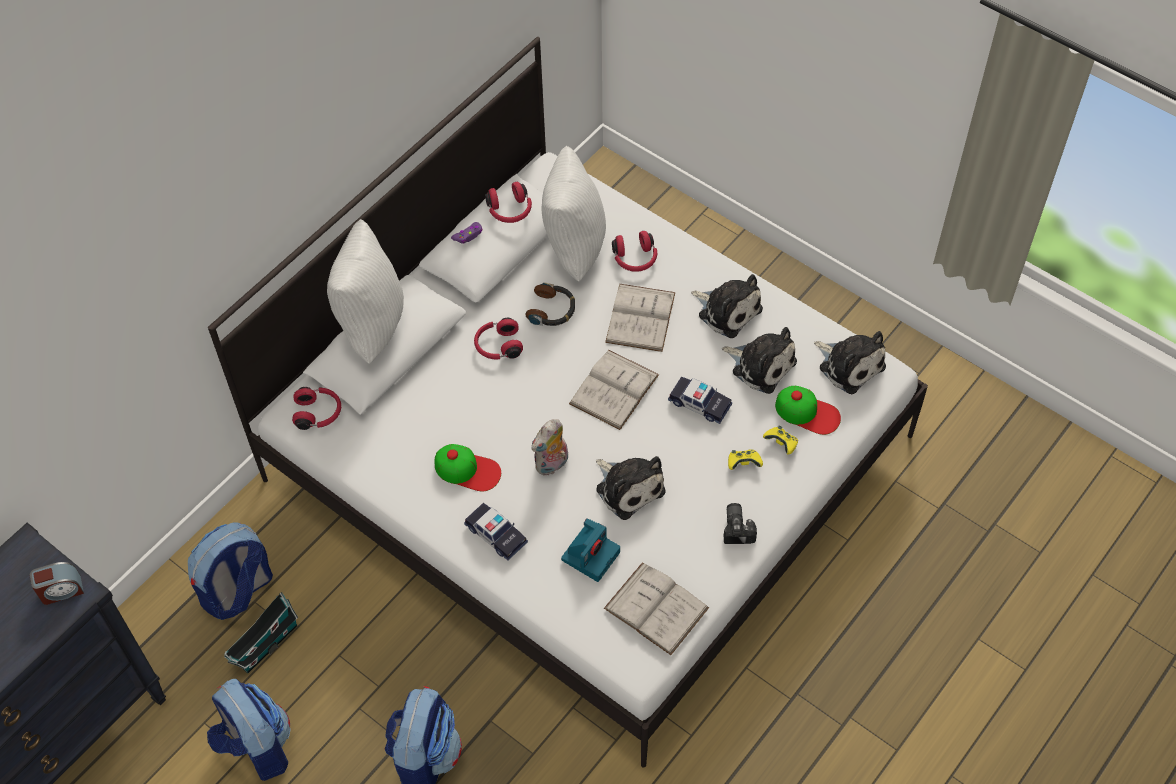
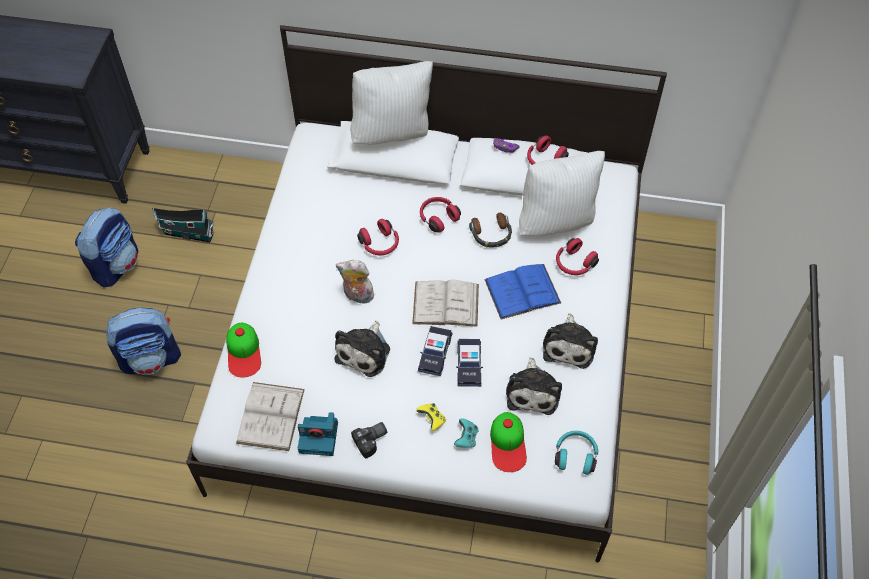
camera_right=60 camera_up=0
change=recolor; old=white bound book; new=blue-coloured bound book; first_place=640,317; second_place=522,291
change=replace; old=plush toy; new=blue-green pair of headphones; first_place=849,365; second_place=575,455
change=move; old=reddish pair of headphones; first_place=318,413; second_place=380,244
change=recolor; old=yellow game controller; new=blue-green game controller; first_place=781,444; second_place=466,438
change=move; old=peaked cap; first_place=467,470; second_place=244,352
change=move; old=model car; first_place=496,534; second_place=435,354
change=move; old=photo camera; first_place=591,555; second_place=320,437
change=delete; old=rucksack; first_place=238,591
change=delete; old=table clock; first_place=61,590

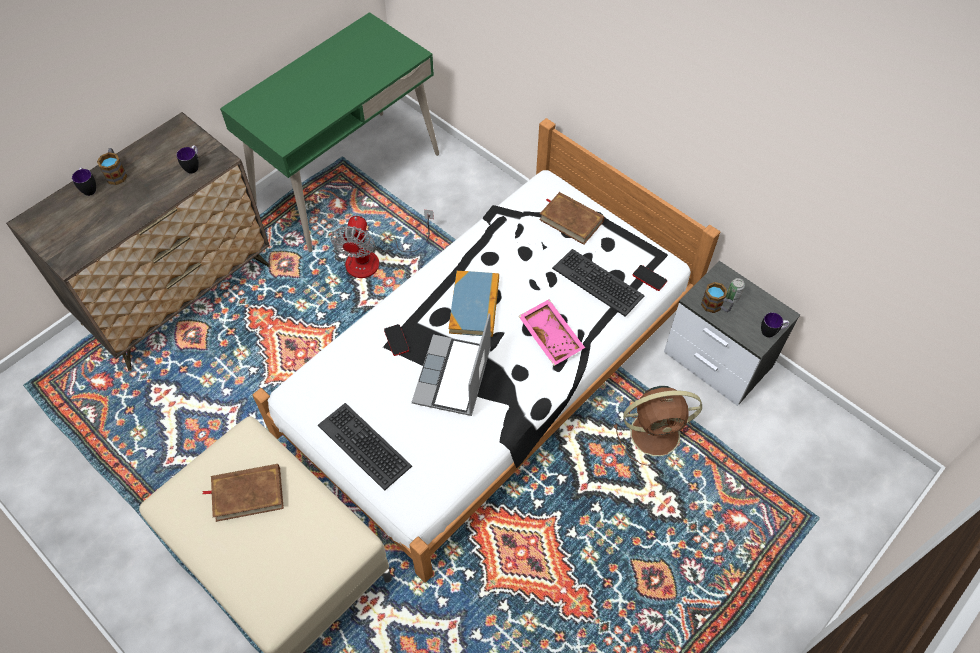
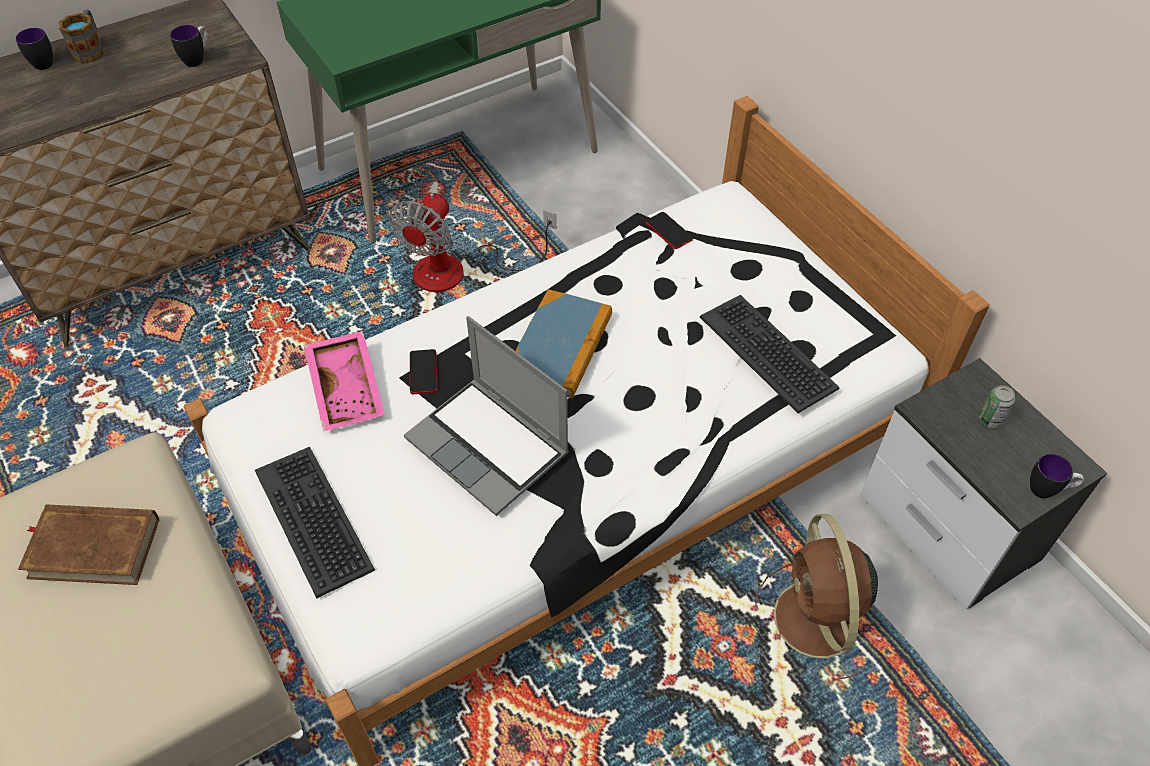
camera_right=15 camera_up=-5
change=delete; old=brown bound book; first_place=571,220
change=move; old=telephone; first_place=649,278; second_place=669,231
change=delete; old=tea mug; first_place=715,306
change=move; old=pink serving tray; first_place=552,336; second_place=348,388
change=rotate; old=portable computer; first_place=453,377; second_place=490,447; degrees=-75
change=rotate; old=brown cooling fan; first_place=657,434; second_place=816,623; degrees=75

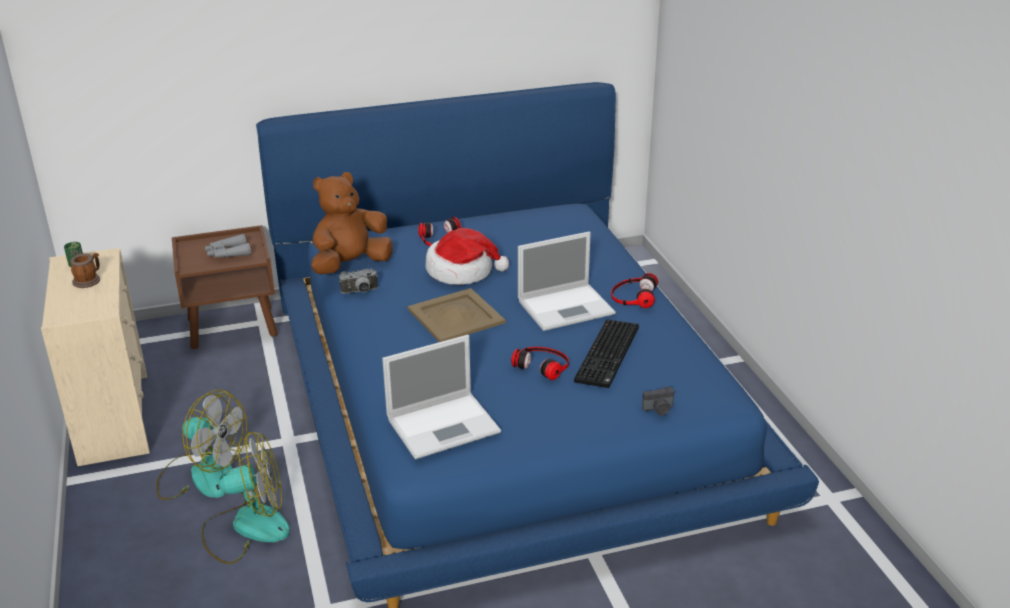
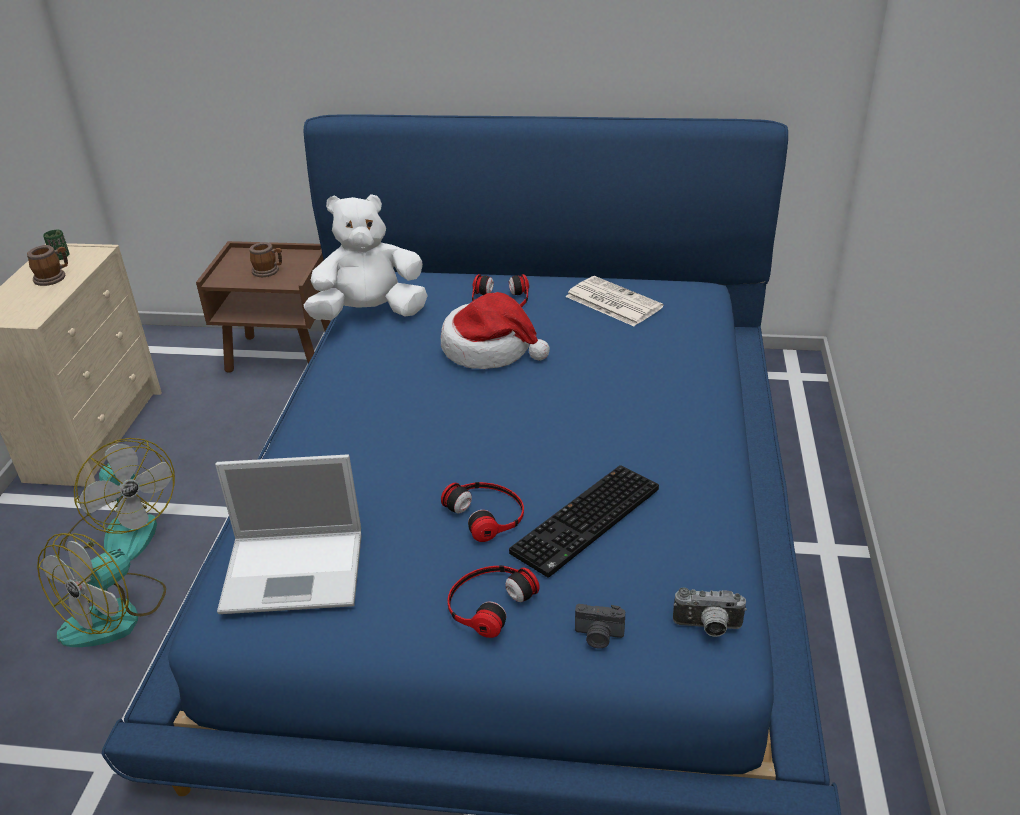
camera_right=25 camera_up=5
change=recolor; old=brown plush toy; new=white plush toy; first_place=350,265; second_place=370,313
change=delete; old=portable computer; first_place=567,307
change=replace; old=gray binoculars; new=tea mug; first_place=227,253; second_place=268,271
change=move; old=photo camera; first_place=360,292; second_place=707,628
change=move; old=pair of headphones; first_place=633,296; second_place=488,602
change=delete; old=beige-coloured serving tray; first_place=455,316
change=rotate; old=cooling fan; first_place=246,527; second_place=115,614; degrees=105
change=insert; new=printed paper; second_place=612,302

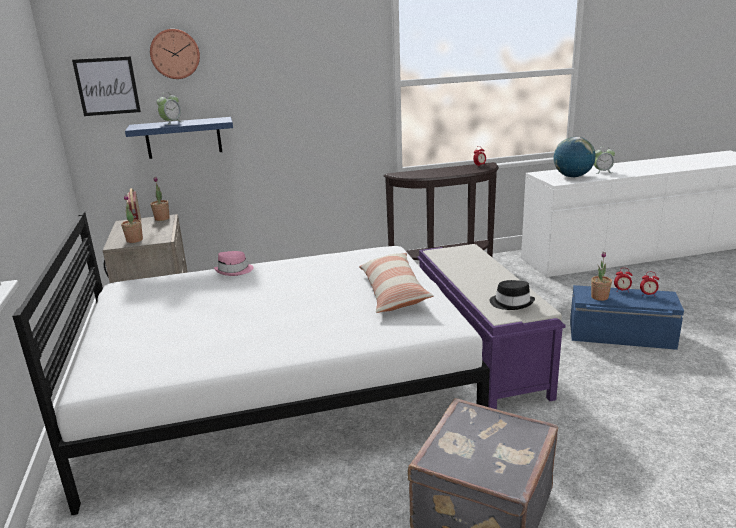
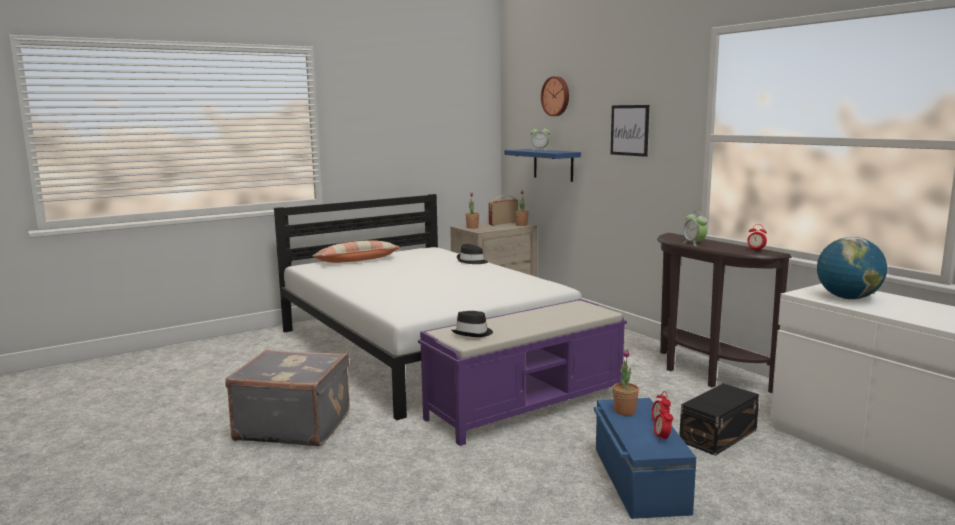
camera_right=70 camera_up=-10
change=move; old=picture; first_place=107,86; second_place=629,130
change=move; old=table clock; first_place=602,172; second_place=694,243
change=recolor; old=pink clothing hat; new=blackish clothing hat; first_place=234,271; second_place=472,261
change=move; old=cushion; first_place=393,292; second_place=356,261
change=insert; new=blackish storage box; second_place=716,435

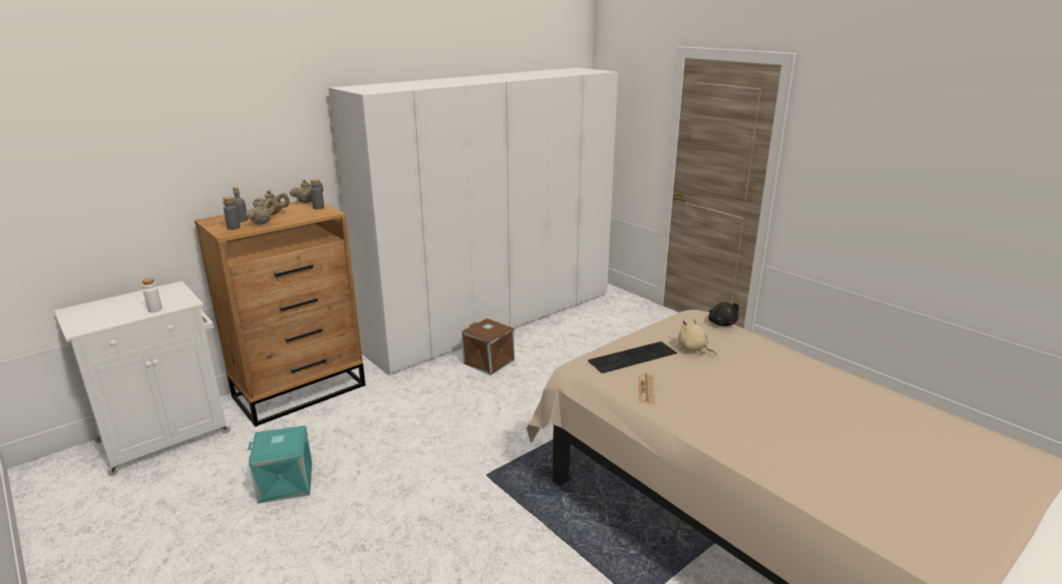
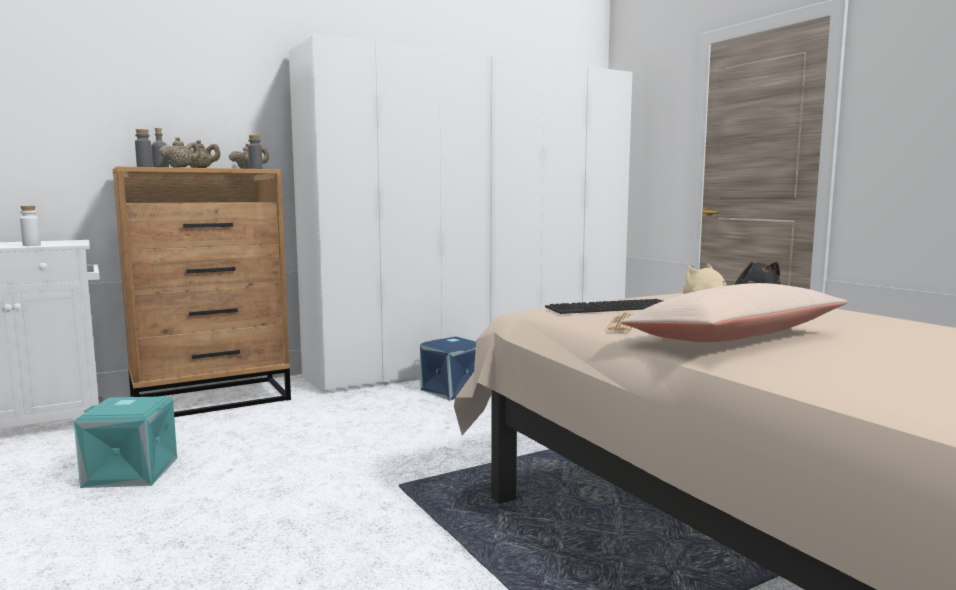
camera_right=10 camera_up=-15
change=recolor; old=brown storage box; new=blue-coloured storage box; first_place=489,362; second_place=454,390
change=insert; new=beige-coloured cushion; second_place=734,337

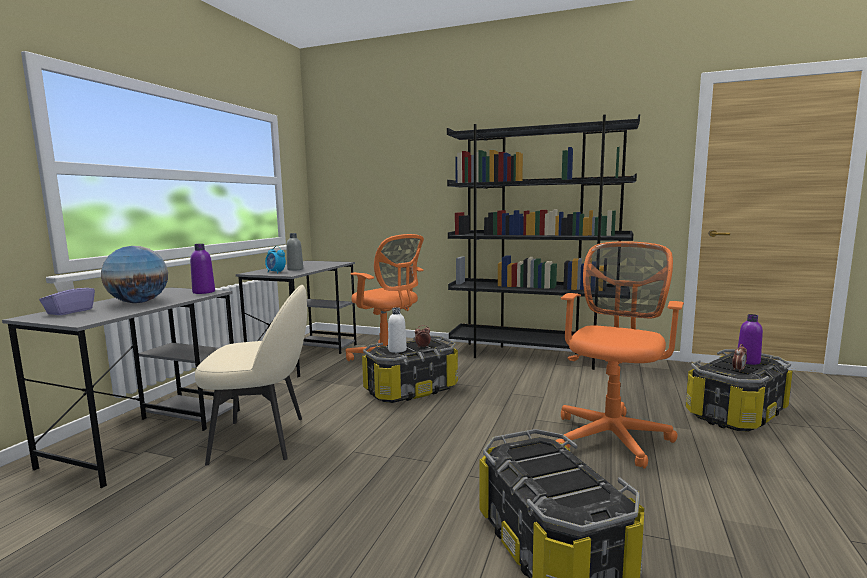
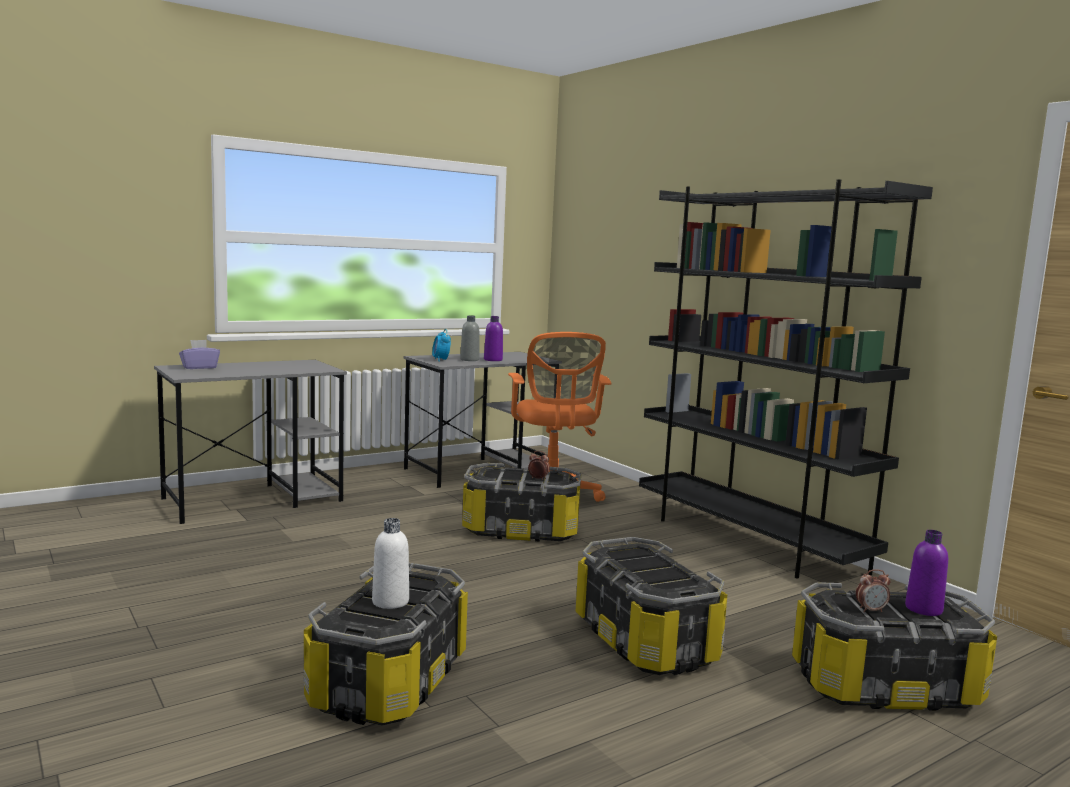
camera_right=35 camera_up=0
change=replace; old=orangey computer chair; new=storage box; first_place=612,435; second_place=646,641
change=move; old=purplish beverage bottle; first_place=204,292; second_place=493,360
change=delete; old=desk globe; first_place=138,302
change=delete; old=beige-coloured plain chair; first_place=262,439
change=move; old=white beverage bottle; first_place=397,350; second_place=390,601

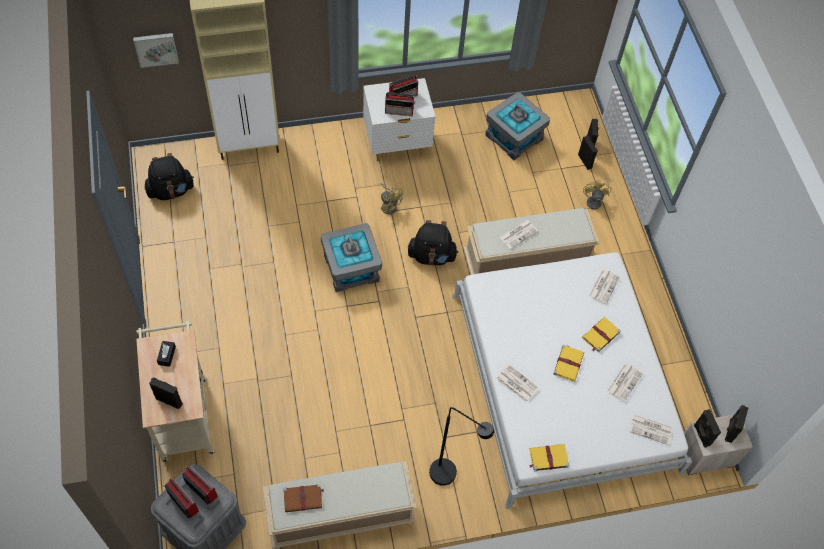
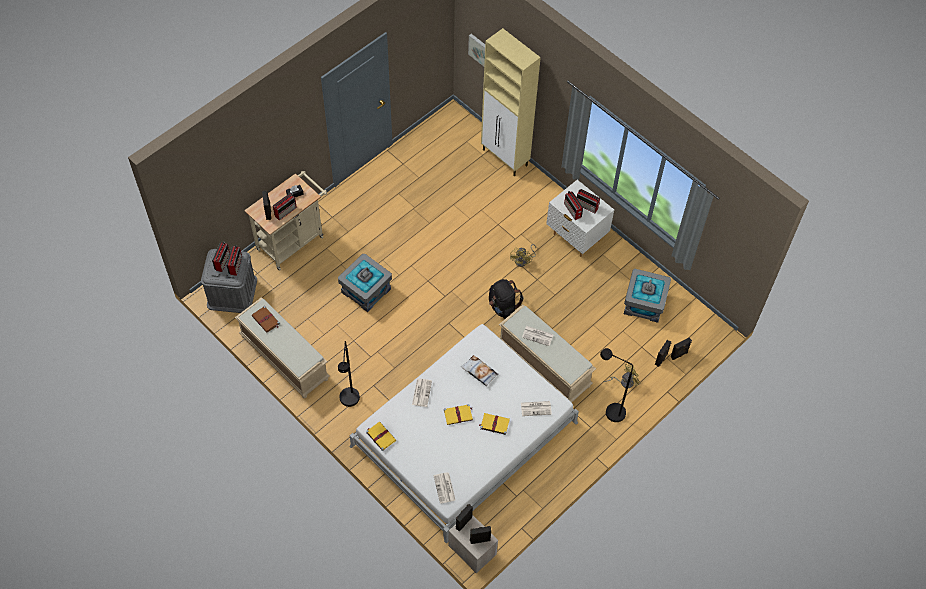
camera_right=60 camera_up=0
change=delete; old=blackish rucksack; first_place=171,190
change=move; old=gray storage box; first_place=351,268; second_place=366,290
change=delete; old=printed paper; first_place=624,382
change=insert; new=radio; second_place=286,211
change=insert; new=blackish standing lamp; second_place=609,411
change=insert; new=cushion; second_place=479,372

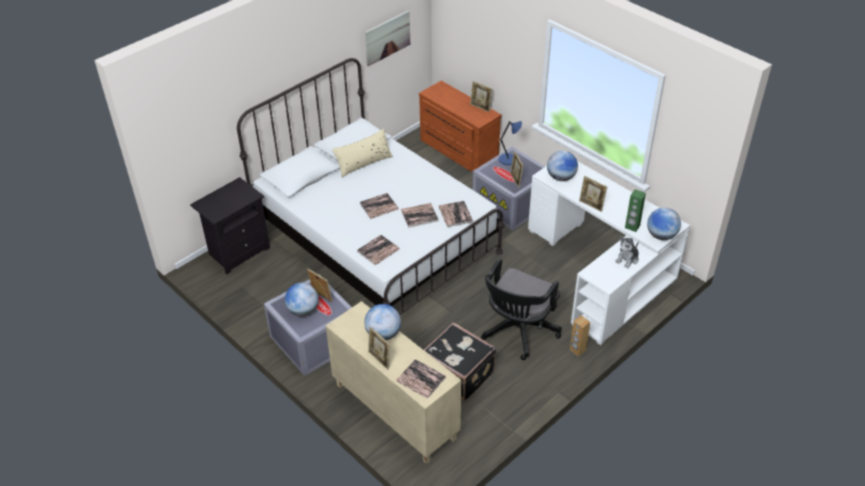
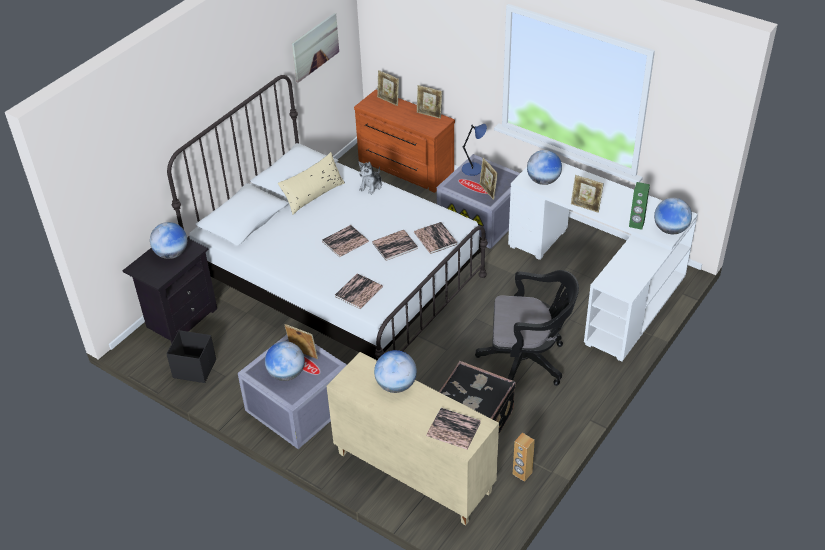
camera_right=-10 camera_up=0
change=move; old=plush toy; first_place=627,259; second_place=371,186
change=rotate; old=blackish computer chair; first_place=517,332; second_place=527,361; degrees=-105
change=move; old=brown loudspeaker; first_place=577,350; second_place=522,473
change=move; old=photo frame; first_place=379,360; second_place=388,101
change=insert; new=desk globe; second_place=171,254
change=insert; new=blackish storage box; second_place=194,368

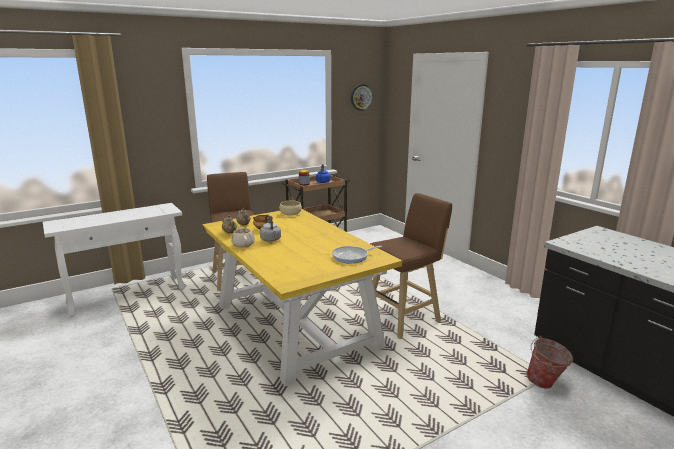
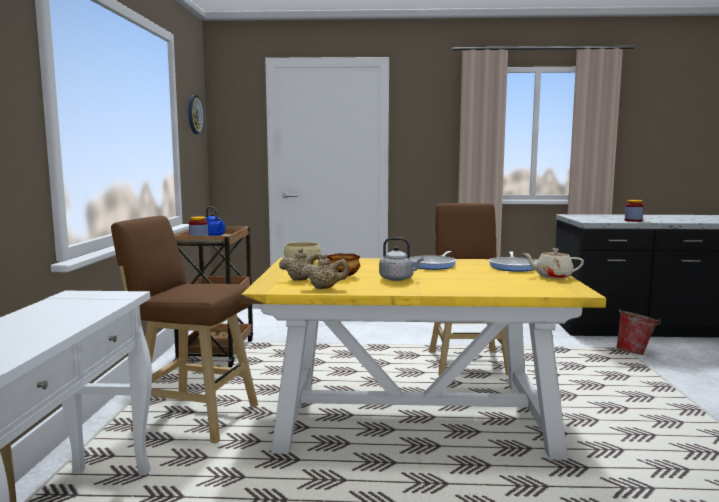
camera_right=-55 camera_up=-10
change=move; old=beige-coloured teapot; first_place=243,244; second_place=552,276
change=insert; new=preserve jar; second_place=633,220
change=insert; new=pan; second_place=434,265

